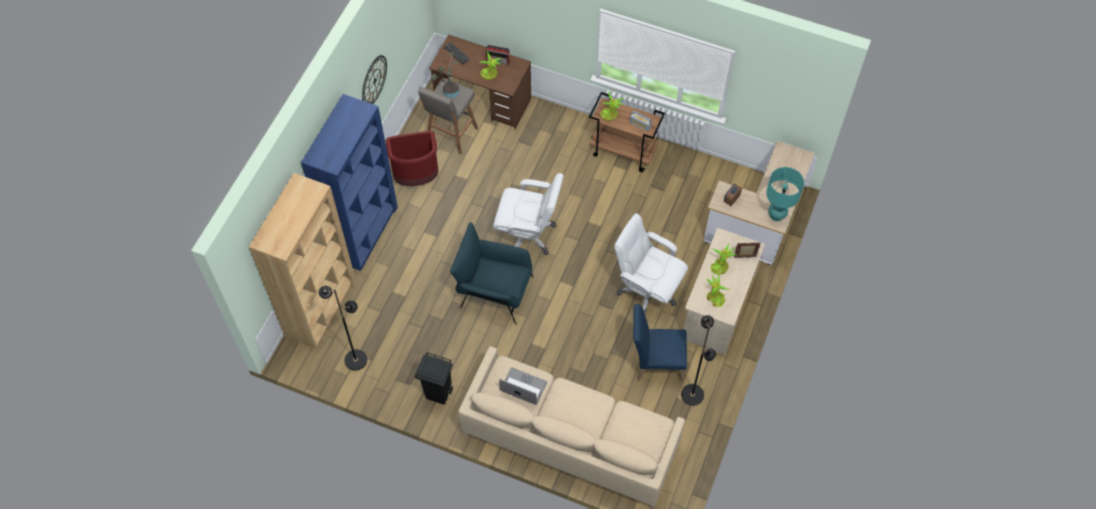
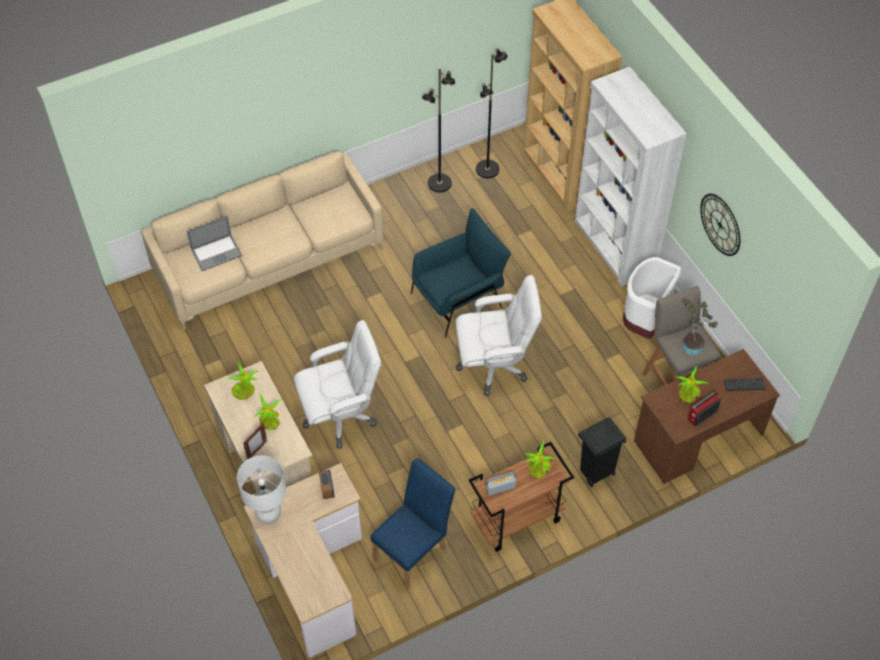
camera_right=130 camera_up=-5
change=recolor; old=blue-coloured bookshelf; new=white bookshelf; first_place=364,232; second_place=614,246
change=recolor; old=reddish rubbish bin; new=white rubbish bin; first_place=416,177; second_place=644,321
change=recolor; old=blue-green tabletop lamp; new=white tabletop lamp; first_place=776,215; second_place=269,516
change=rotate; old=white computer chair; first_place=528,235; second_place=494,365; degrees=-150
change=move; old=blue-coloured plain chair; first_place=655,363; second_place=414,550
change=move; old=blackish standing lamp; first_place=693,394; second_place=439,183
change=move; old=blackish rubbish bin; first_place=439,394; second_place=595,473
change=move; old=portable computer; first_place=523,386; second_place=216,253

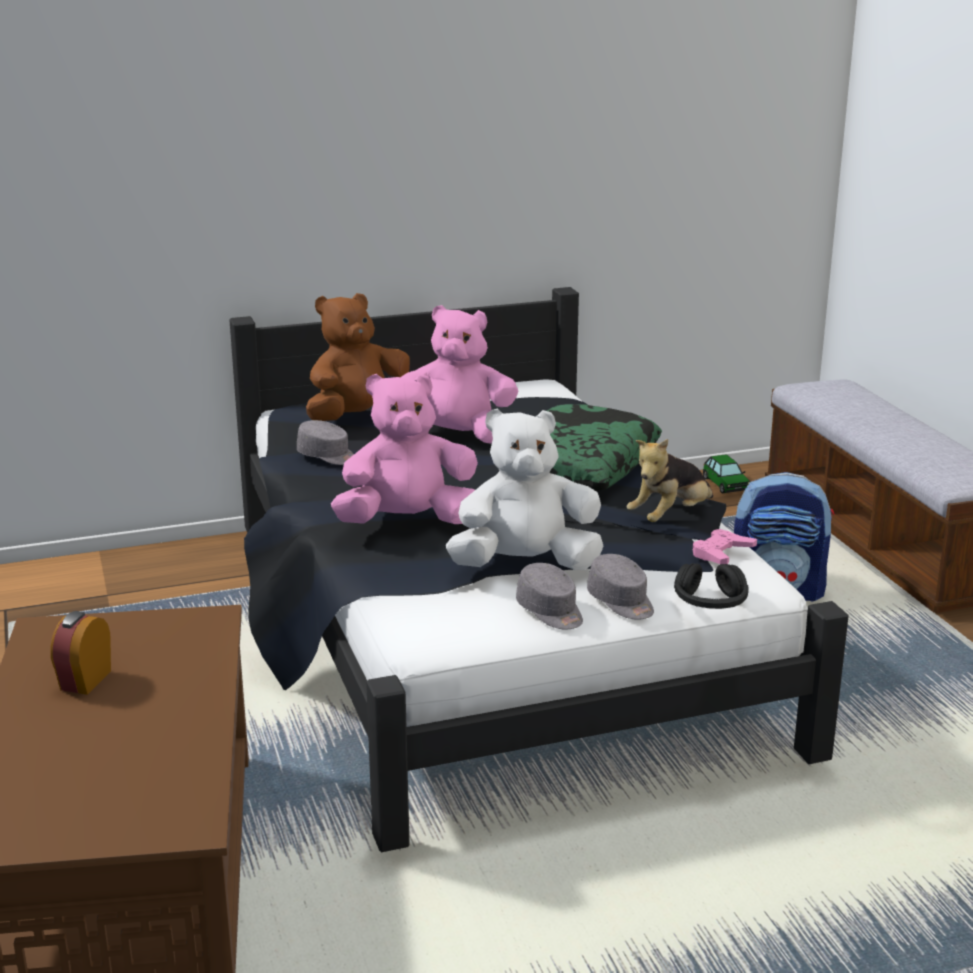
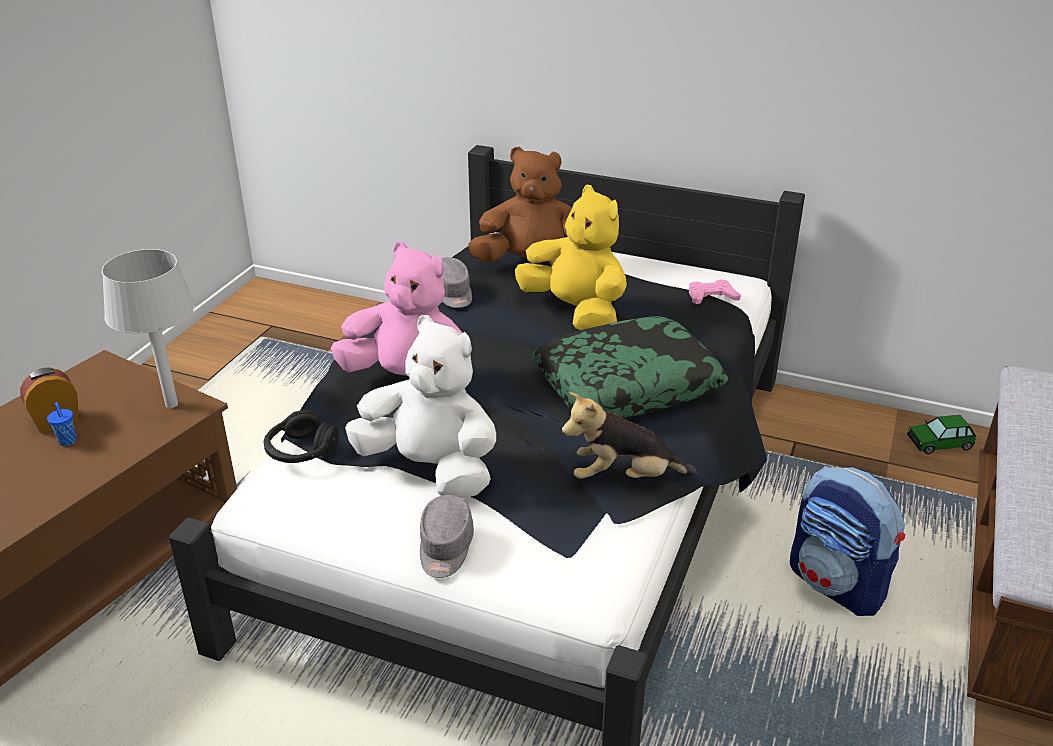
camera_right=40 camera_up=10
change=recolor; old=pink plush toy; new=yellow plush toy; first_place=455,437; second_place=576,312
change=rotate; old=model car; first_place=725,484; second_place=939,443; degrees=60
change=move; old=pink game controller; first_place=722,553; second_place=711,297
change=delete; old=gray peaked cap; first_place=551,611
change=move; old=blackish pair of headphones; first_place=710,602; second_place=300,451
change=insert; new=gray tabletop lamp; second_place=172,403
change=insert; new=blue-coloured drinking cup; second_place=68,442

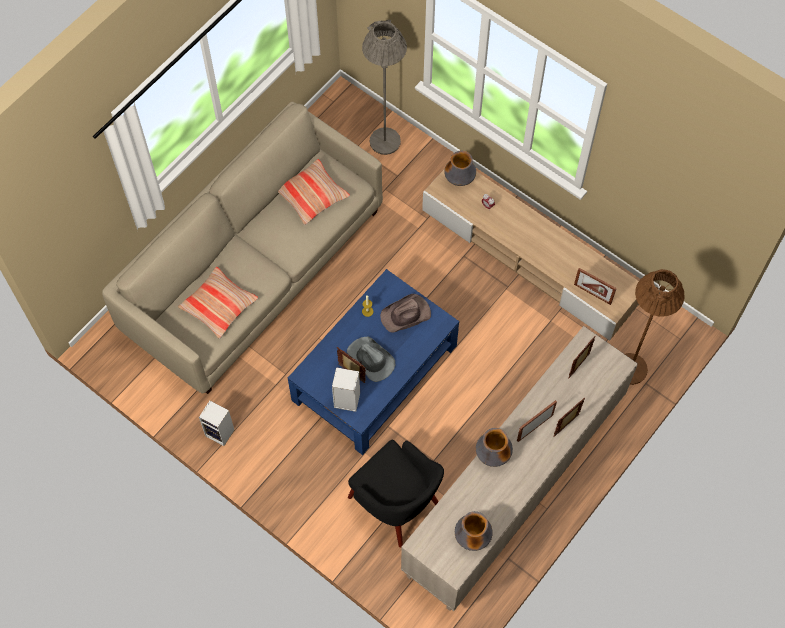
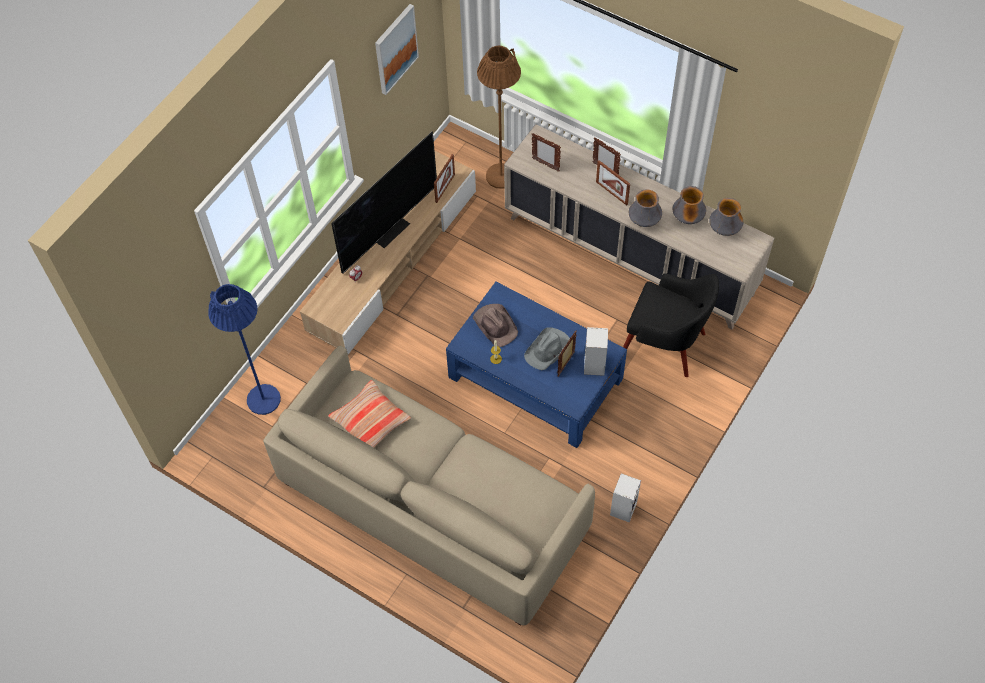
camera_right=-95 camera_up=-5
change=recolor; old=gray standing lamp; new=blue-coloured standing lamp; first_place=385,141; second_place=263,399
change=move; old=flower vase; first_place=459,179; second_place=687,219
change=delete; old=cushion; first_place=219,306
change=rotate; old=blackish lounge chair; first_place=397,504; second_place=666,344; degrees=75
change=insert; new=picture; second_place=395,49
change=insert; new=TV set; second_place=389,229

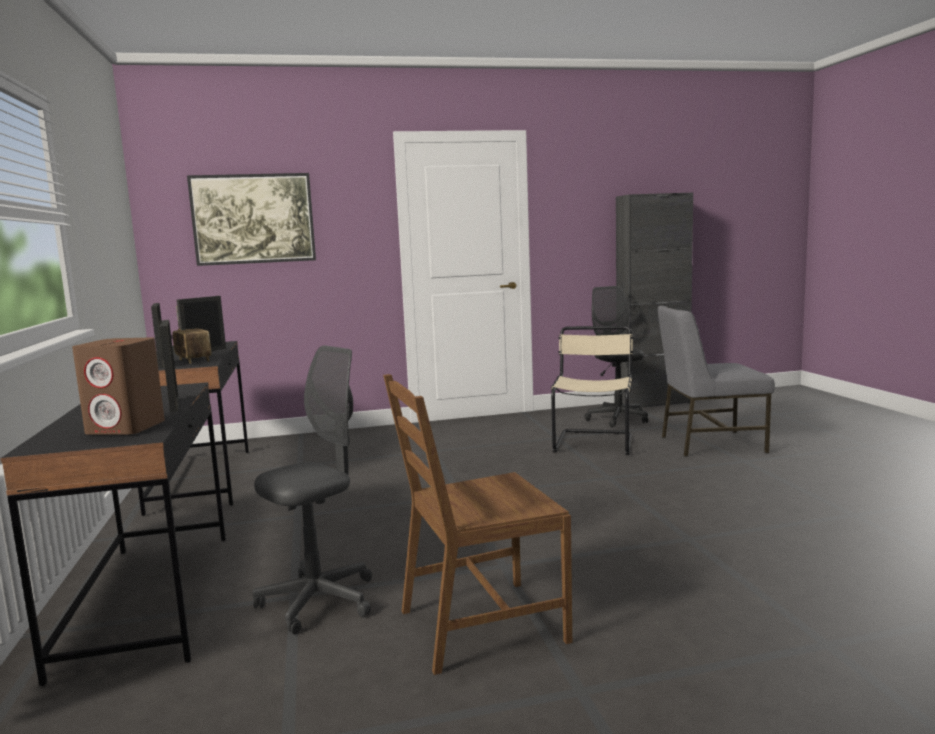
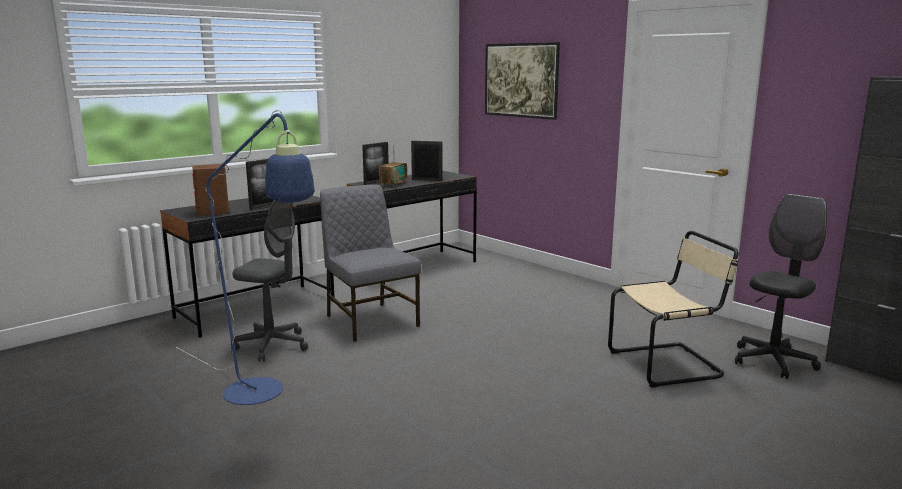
camera_right=60 camera_up=5
change=move; old=gray plain chair; first_place=710,444; second_place=370,320
change=replace; old=brown plain chair; new=blue-coloured standing lamp; first_place=480,625; second_place=263,395

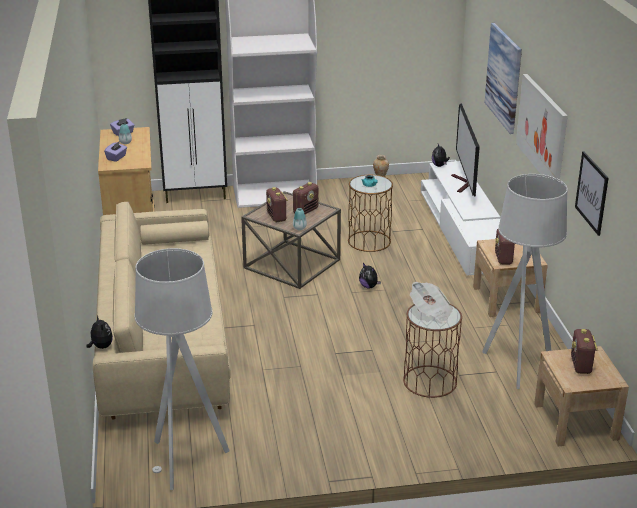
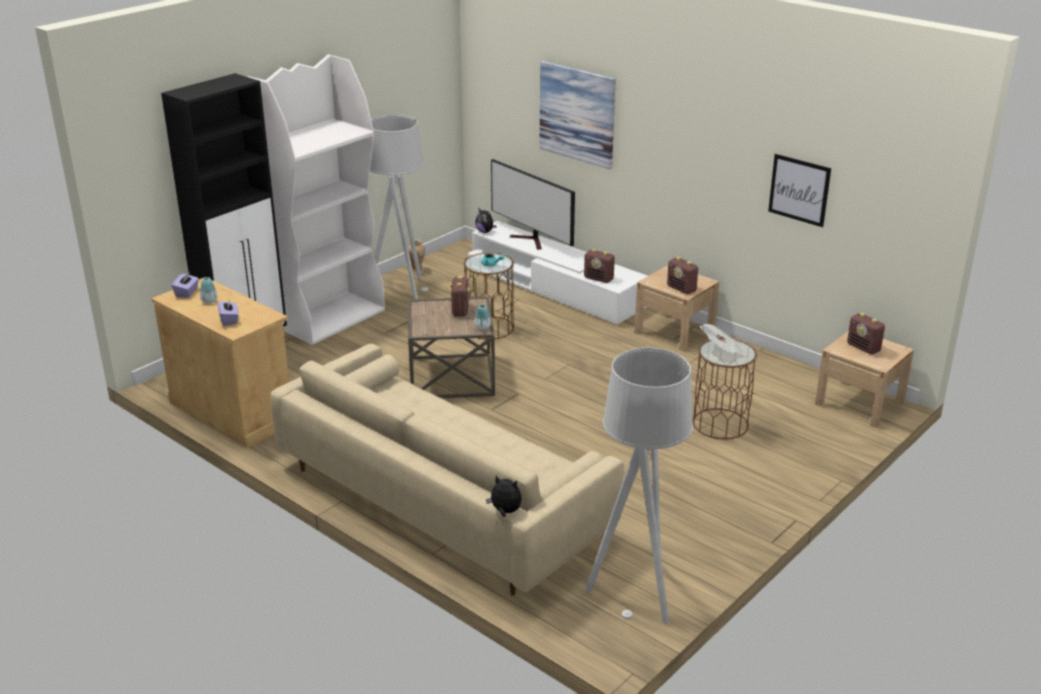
camera_right=-40 camera_up=0
change=delete; old=picture; first_place=542,130
change=move; old=gray standing lamp; first_place=517,366; second_place=401,291
change=move; old=radio; first_place=276,217; second_place=599,279
change=delete; old=plush toy; first_place=369,286

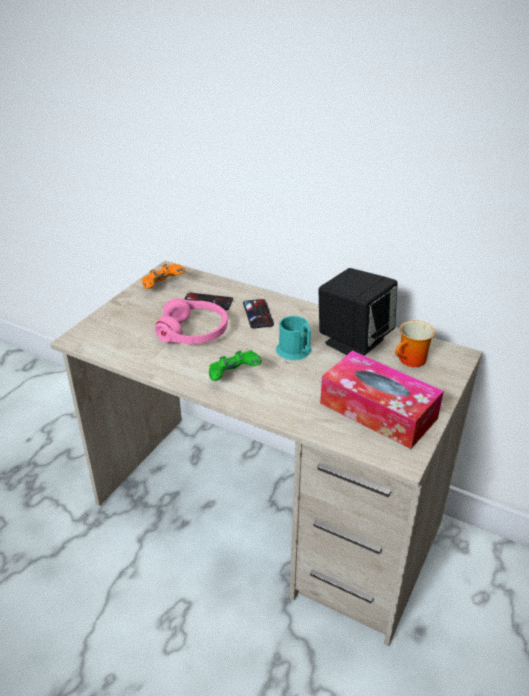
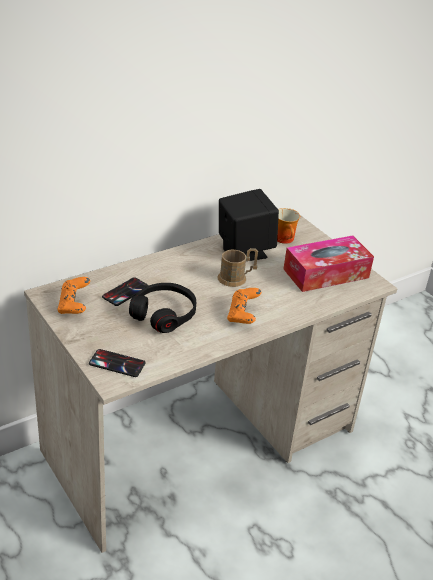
camera_right=-65 camera_up=0
change=recolor; old=pink pair of headphones; new=blackish pair of headphones; first_place=193,331; second_place=164,314
change=move; old=telephone; first_place=258,314; second_place=117,363
change=recolor; old=blue-green tea mug; new=brown tea mug; first_place=296,352; second_place=236,278
change=recolor; old=green game controller; new=orangey game controller; first_place=234,377; second_place=243,316

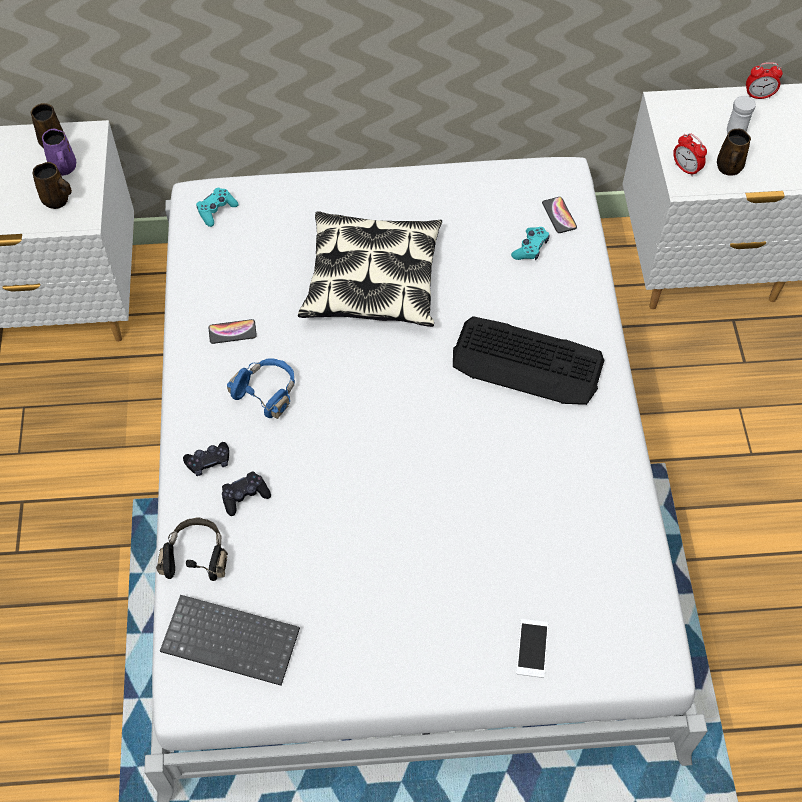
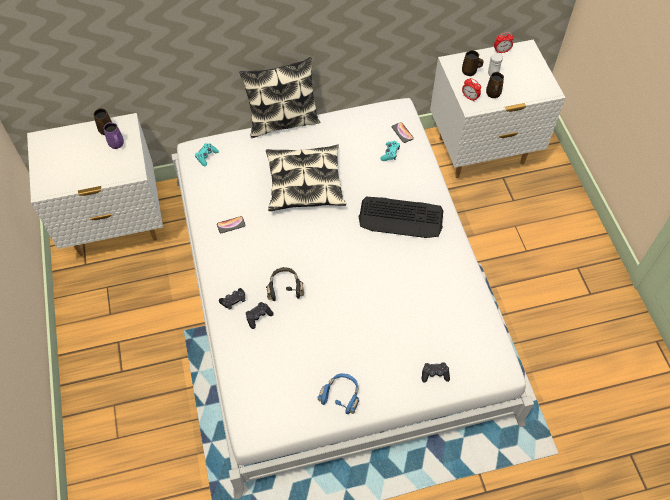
camera_right=-10 camera_up=0
change=move; old=brown tea mug; first_place=57,200; second_place=470,72
change=move; old=blue-coloured pair of headphones; first_place=266,393; second_place=341,396
change=move; old=blackish pair of headphones; first_place=196,557; second_place=285,288
change=delete; old=computer keyboard; first_place=233,639
change=replace; old=telephone; new=blackish game controller; first_place=532,648; second_place=435,374
change=insert; new=cushion; second_place=283,122

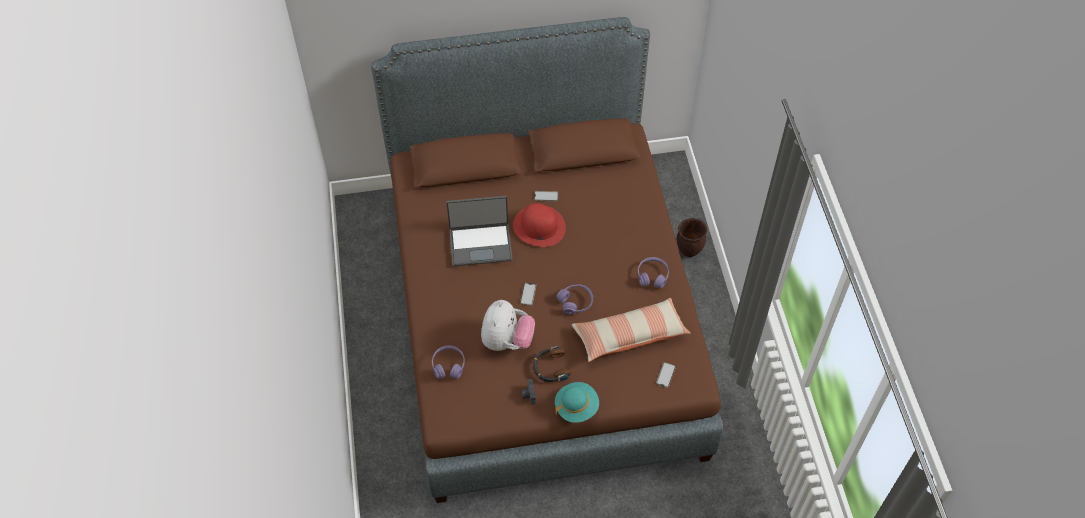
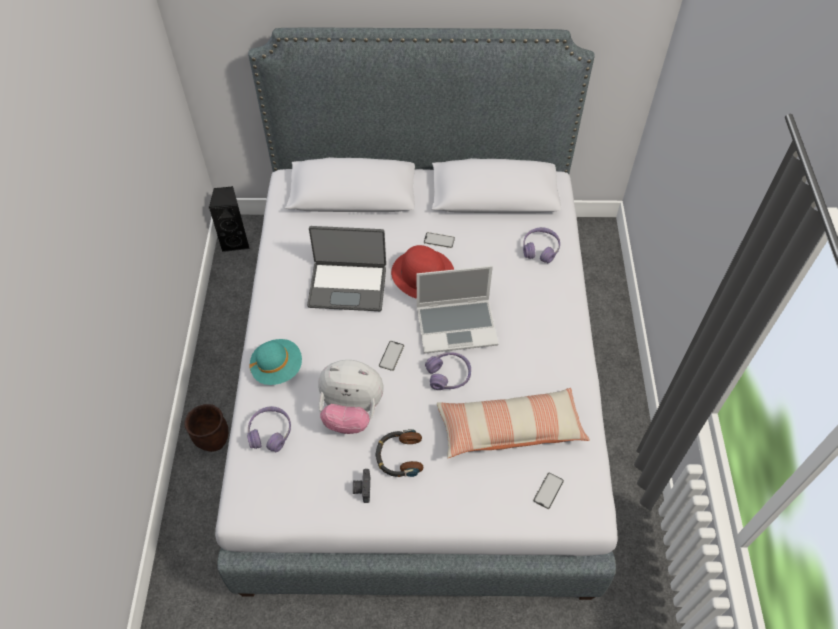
camera_right=10 camera_up=0
change=recolor; old=brown bed; new=gray bed; first_place=541,317; second_place=417,383
change=move; old=brown planter; first_place=689,250; second_place=214,441
change=move; old=purplish pair of headphones; first_place=652,276; second_place=540,249
change=rotate; old=plush toy; first_place=507,340; second_place=351,411; degrees=75
change=move; old=blue-green clothing hat; first_place=576,407; second_place=277,368
change=insert; new=blackish loudspeaker; second_place=236,241
change=insert; new=portable computer; second_place=457,325

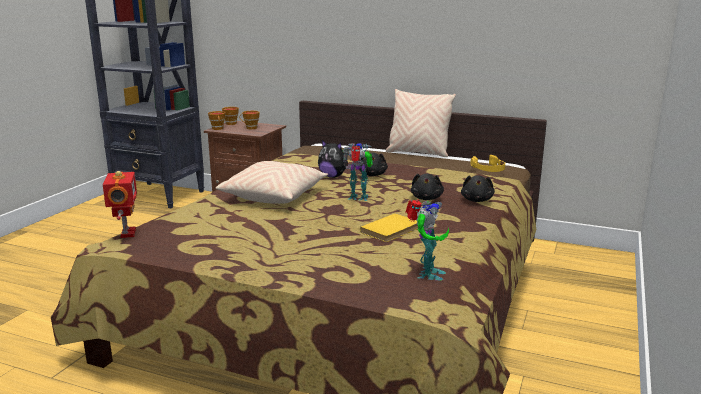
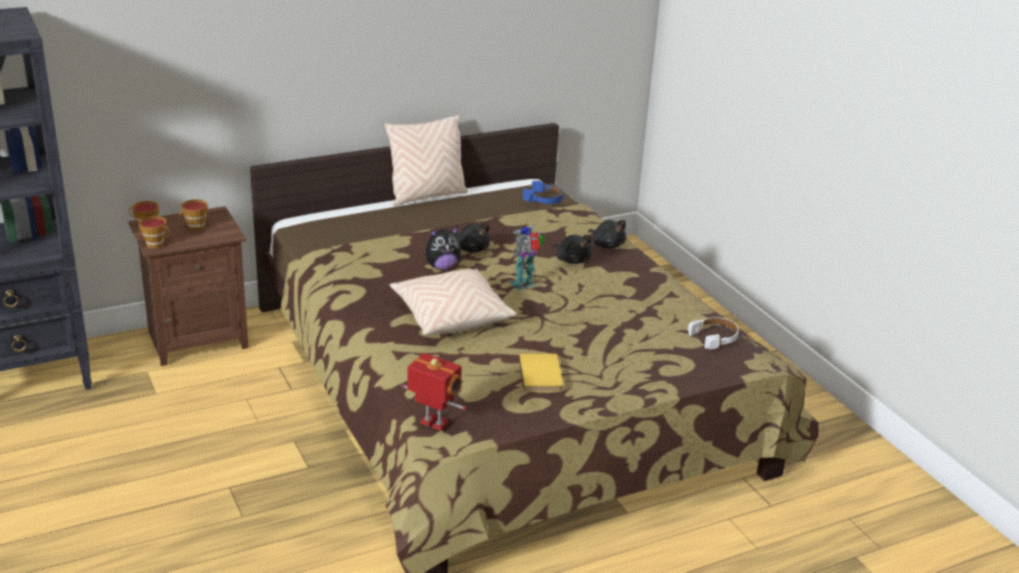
camera_right=-50 camera_up=10
change=recolor; old=yellow pair of headphones; new=blue-coloured pair of headphones; first_place=488,169; second_place=544,199
change=replace; old=model robot; new=white pair of headphones; first_place=427,274; second_place=714,337
change=move; old=yellow bound book; first_place=392,230; second_place=542,375

